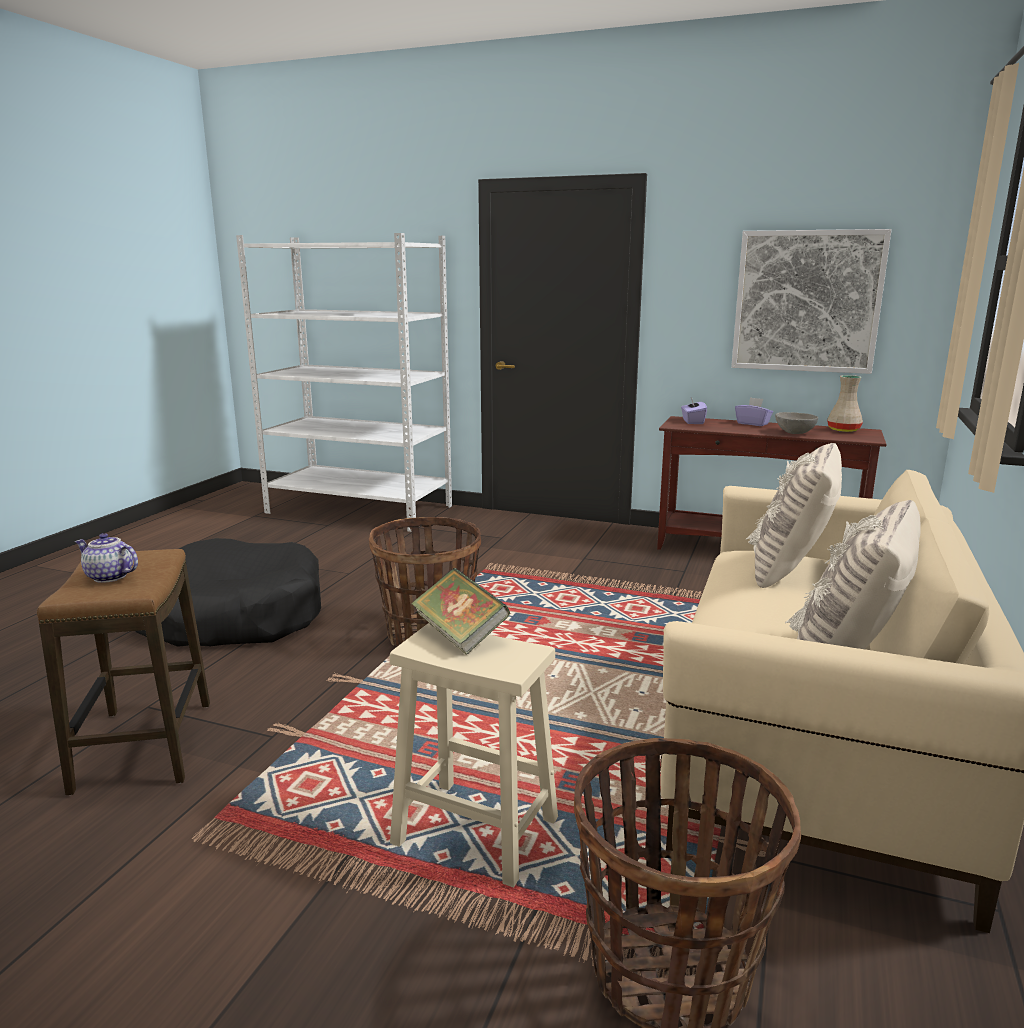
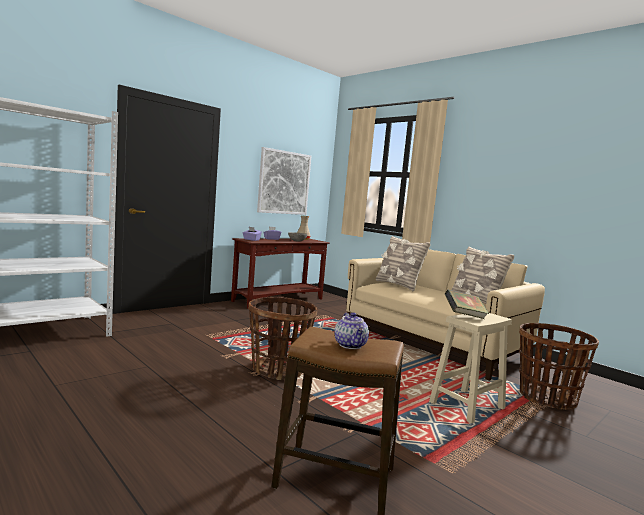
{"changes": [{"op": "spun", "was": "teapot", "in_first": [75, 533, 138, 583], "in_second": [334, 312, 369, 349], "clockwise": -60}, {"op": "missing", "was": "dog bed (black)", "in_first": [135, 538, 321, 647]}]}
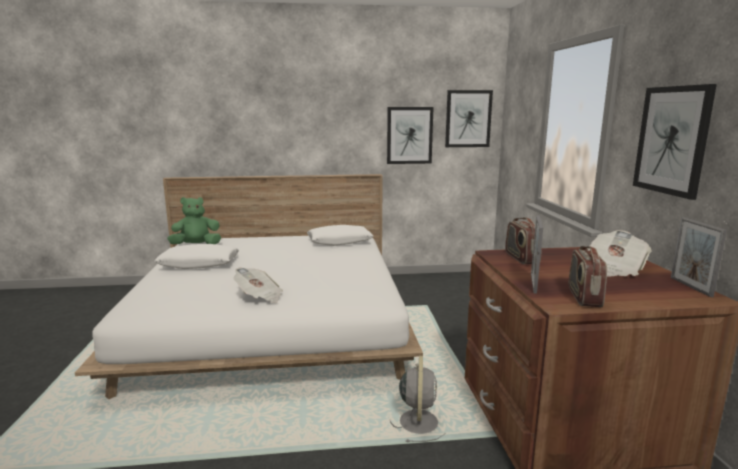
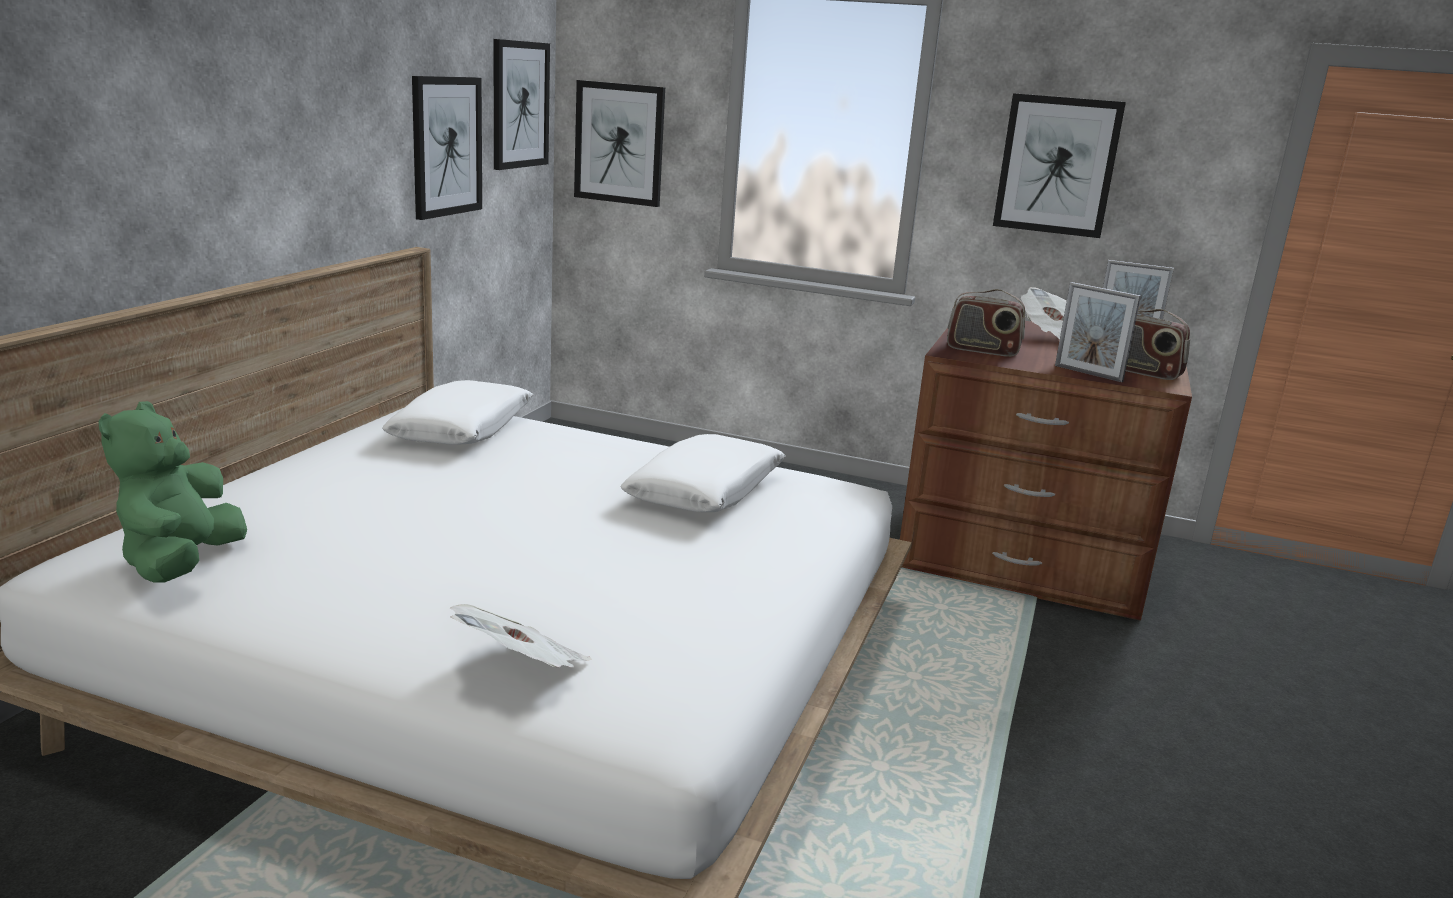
{"changes": [{"op": "relocated", "was": "newspaper", "in_first": [233, 267, 283, 303], "in_second": [450, 604, 591, 668]}, {"op": "appeared", "now": "wall picture", "in_second": [574, 80, 665, 207]}, {"op": "relocated", "was": "pillow (whitish)", "in_first": [154, 244, 239, 269], "in_second": [620, 434, 786, 512]}, {"op": "missing", "was": "cooling fan (grey)", "in_first": [390, 356, 444, 442]}]}
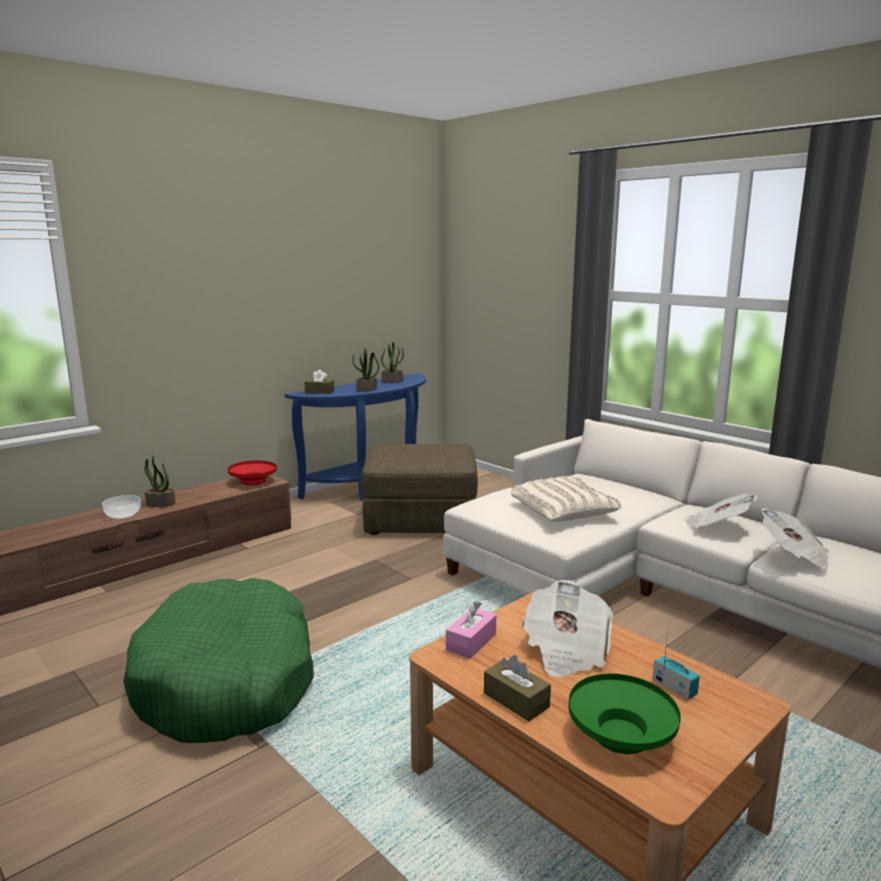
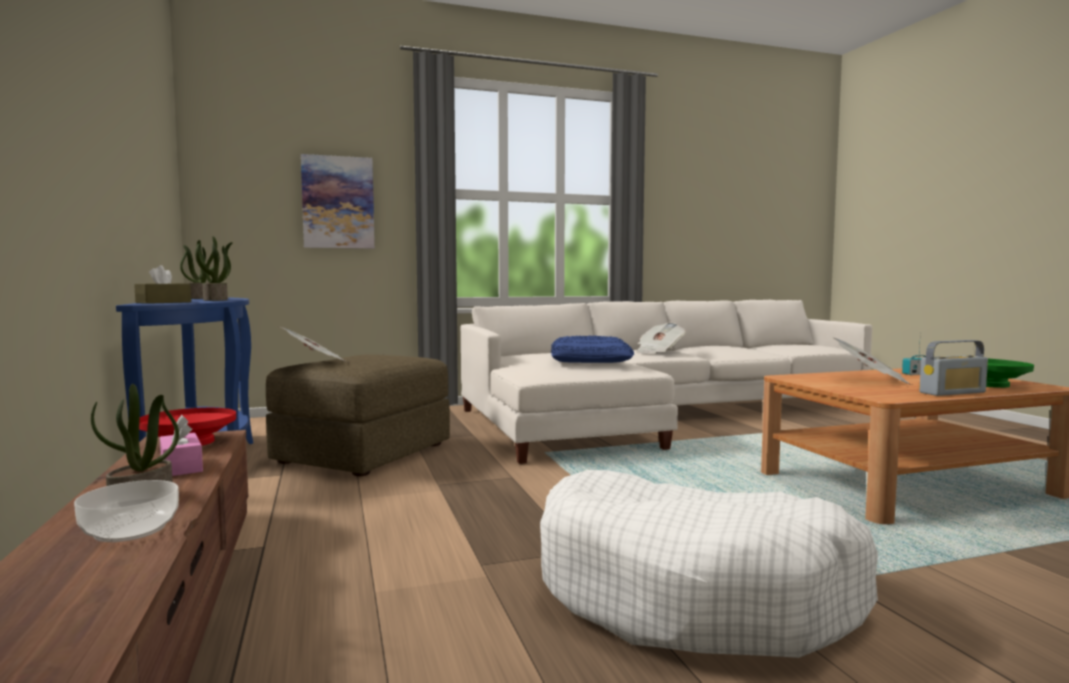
{"changes": [{"op": "relocated", "was": "box of tissues (pink)", "in_first": [446, 601, 496, 659], "in_second": [160, 415, 203, 476]}, {"op": "relocated", "was": "newspaper", "in_first": [762, 508, 829, 570], "in_second": [281, 327, 351, 363]}, {"op": "appeared", "now": "wall picture", "in_second": [301, 154, 375, 249]}, {"op": "colour", "was": "dog bed (green)", "now": "dog bed (whitish)", "in_first": [123, 578, 314, 743], "in_second": [540, 470, 878, 658]}, {"op": "colour", "was": "pillow (beige-coloured)", "now": "pillow (blue)", "in_first": [511, 476, 622, 522], "in_second": [551, 335, 634, 363]}, {"op": "exchanged", "was": "box of tissues (brown)", "now": "radio", "in_first": [484, 655, 551, 721], "in_second": [919, 340, 988, 396]}]}
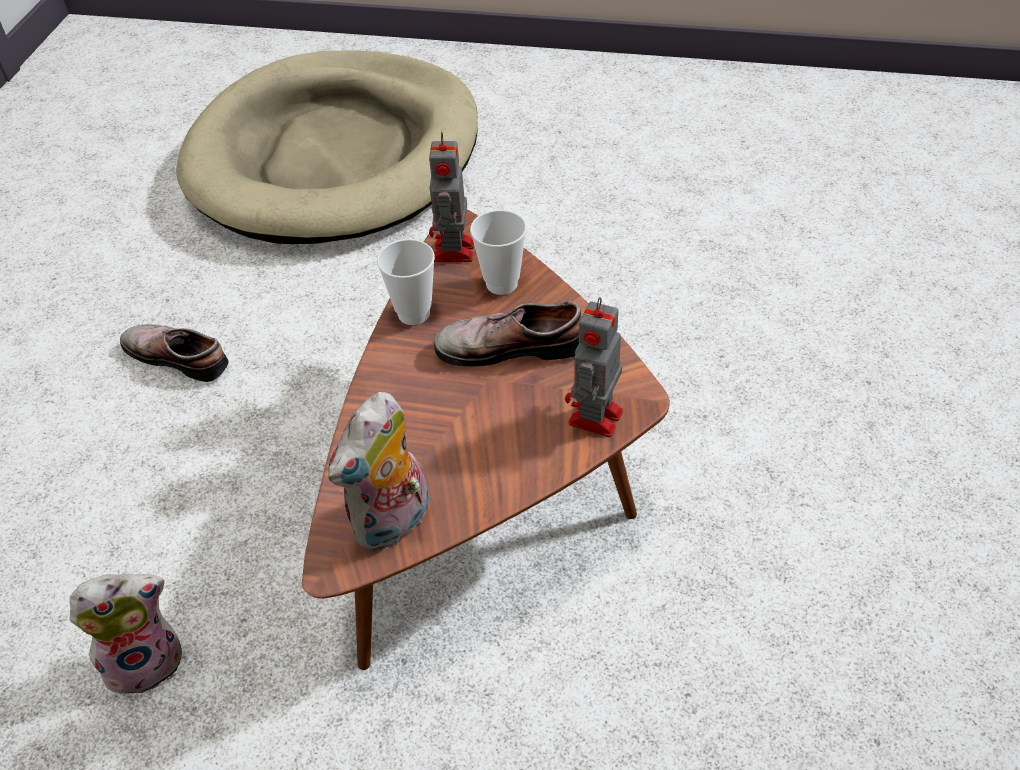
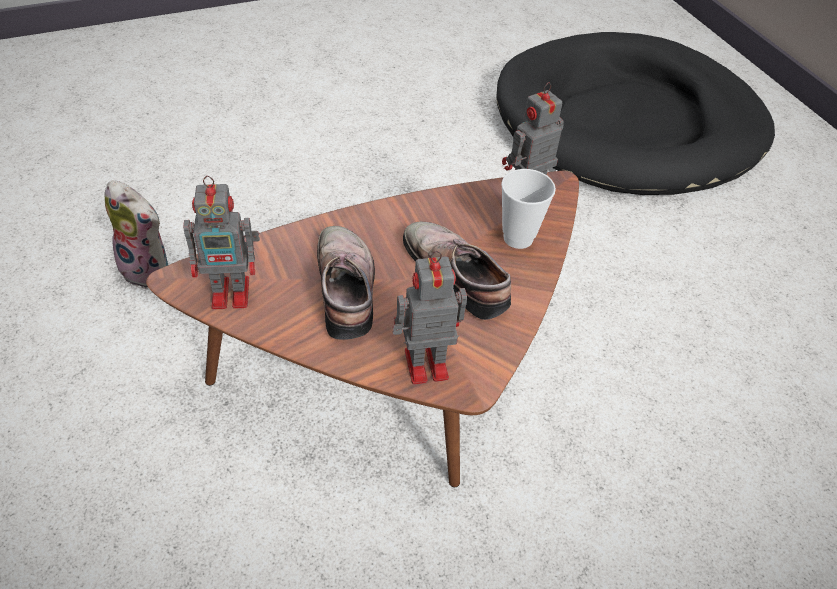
{"changes": [{"op": "exchanged", "was": "soft toy", "now": "model robot", "in_first": [328, 392, 429, 551], "in_second": [183, 176, 260, 310]}, {"op": "relocated", "was": "shoe", "in_first": [120, 324, 229, 382], "in_second": [317, 226, 375, 340]}, {"op": "colour", "was": "dog bed (beige-coloured)", "now": "dog bed (black)", "in_first": [176, 50, 478, 244], "in_second": [496, 32, 775, 195]}, {"op": "missing", "was": "drinking cup", "in_first": [377, 239, 435, 325]}]}
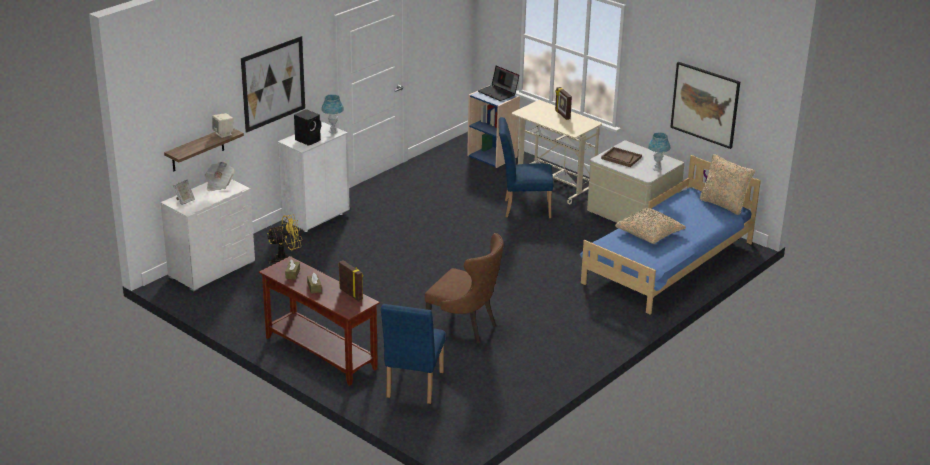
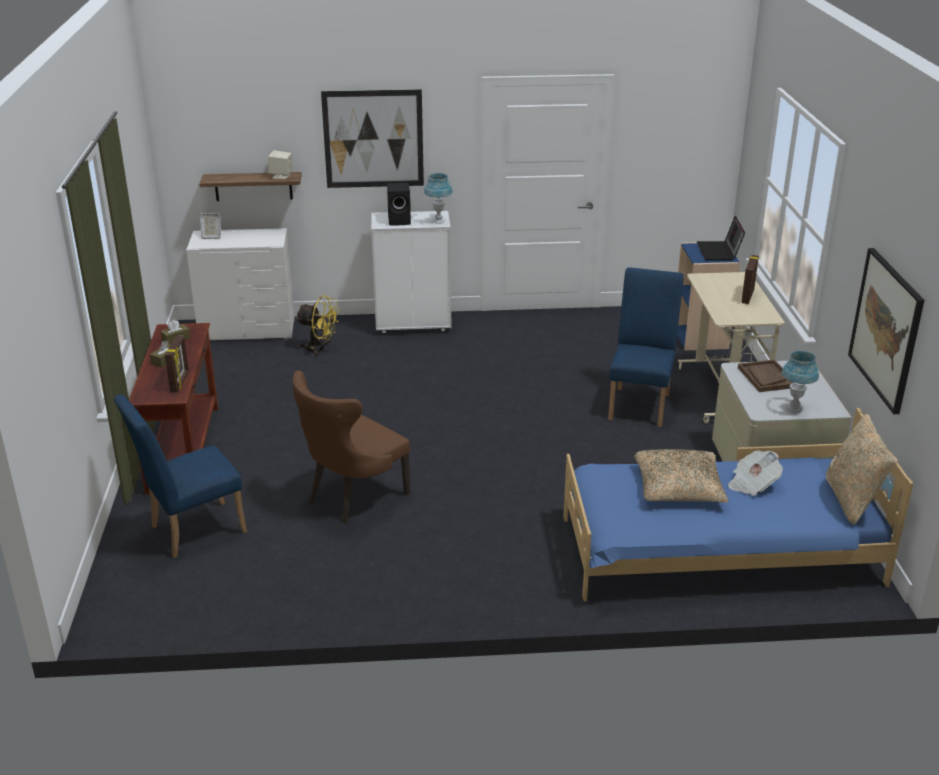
{"changes": [{"op": "spun", "was": "plain chair (brown)", "in_first": [425, 233, 504, 344], "in_second": [292, 370, 410, 524], "clockwise": 60}, {"op": "spun", "was": "plain chair (blue)", "in_first": [499, 117, 553, 218], "in_second": [608, 267, 684, 427], "clockwise": 60}, {"op": "relocated", "was": "newspaper", "in_first": [205, 161, 235, 191], "in_second": [728, 450, 783, 496]}]}
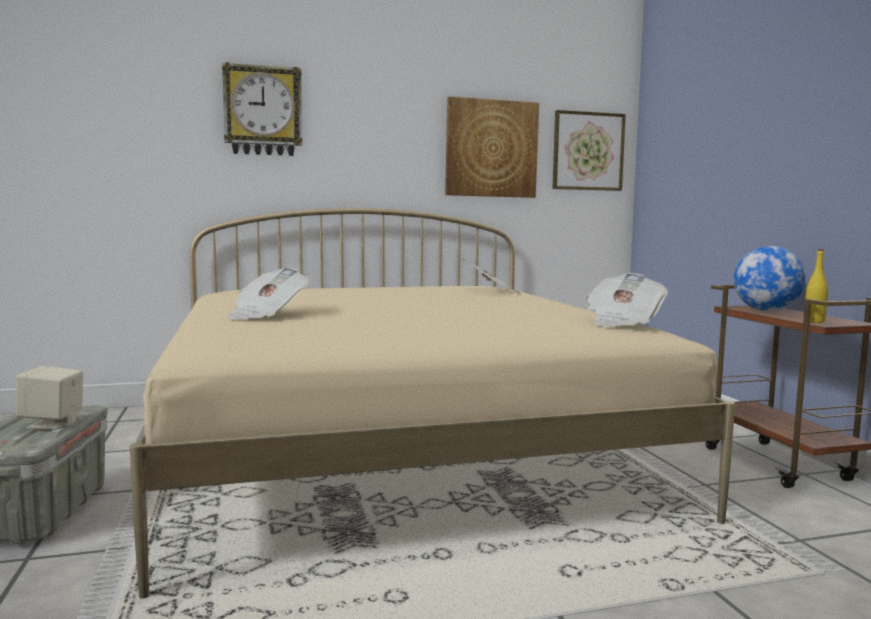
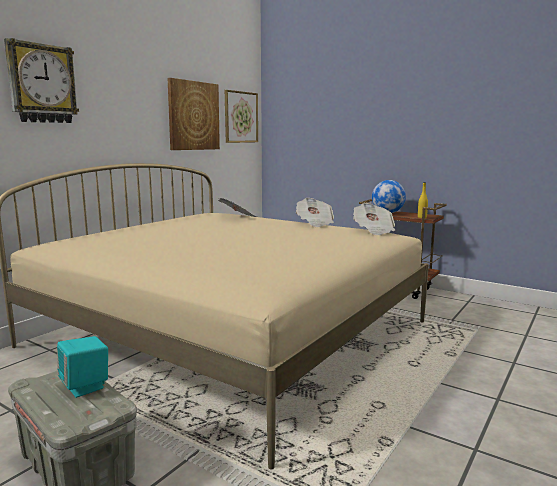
{"changes": [{"op": "colour", "was": "speaker (beige-coloured)", "now": "speaker (turquoise)", "in_first": [16, 366, 83, 429], "in_second": [57, 336, 108, 398]}, {"op": "relocated", "was": "newspaper", "in_first": [228, 268, 309, 320], "in_second": [296, 198, 334, 227]}]}
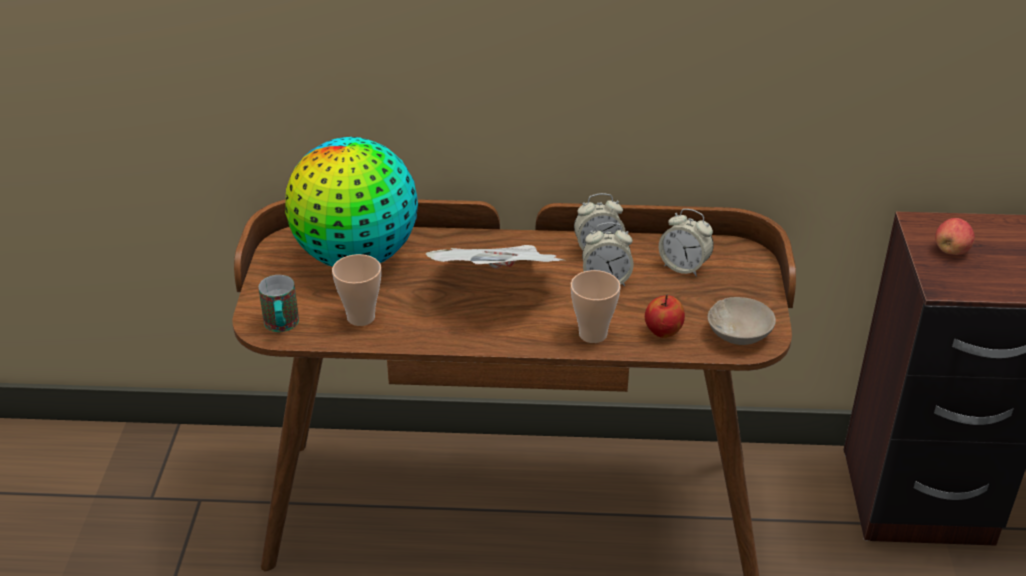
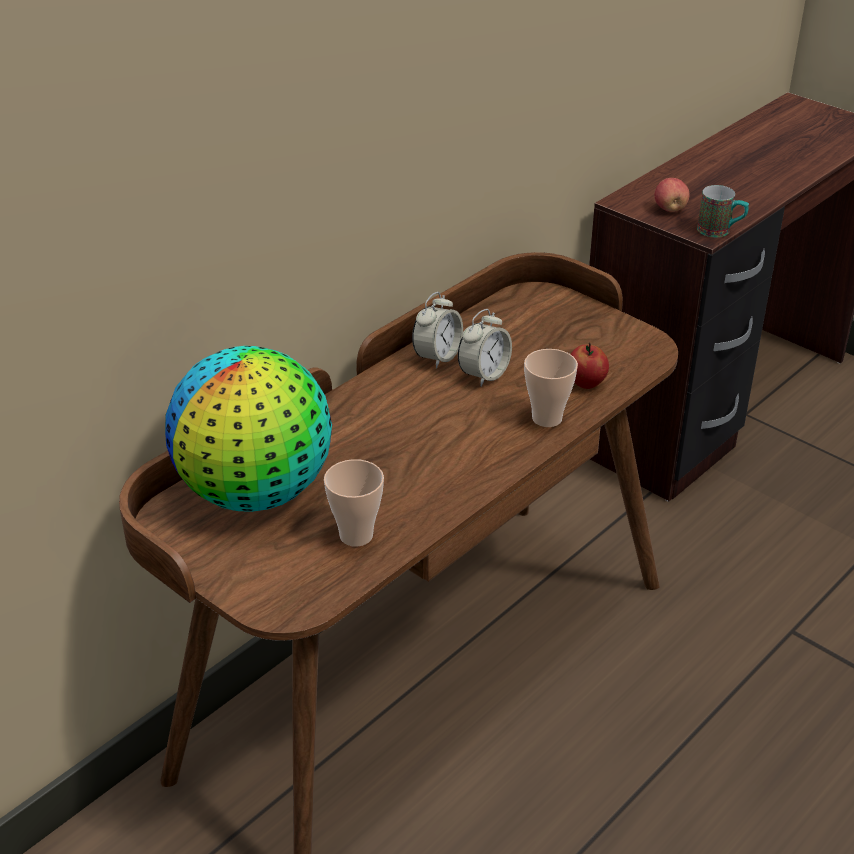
{"changes": [{"op": "relocated", "was": "tea mug", "in_first": [259, 275, 299, 332], "in_second": [697, 185, 749, 237]}, {"op": "missing", "was": "newspaper", "in_first": [426, 245, 563, 269]}, {"op": "missing", "was": "bedside clock", "in_first": [659, 209, 714, 277]}, {"op": "missing", "was": "deep dish (beige-coloured)", "in_first": [708, 297, 776, 345]}]}
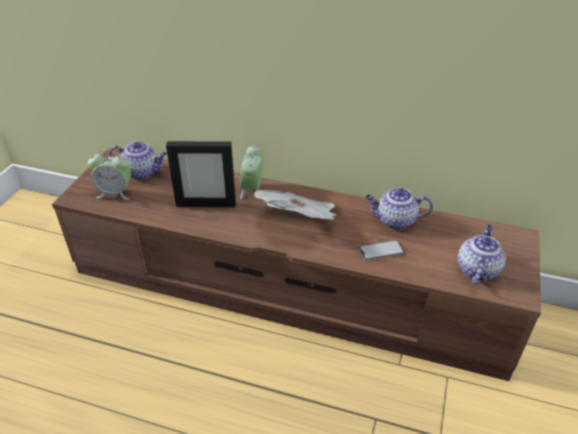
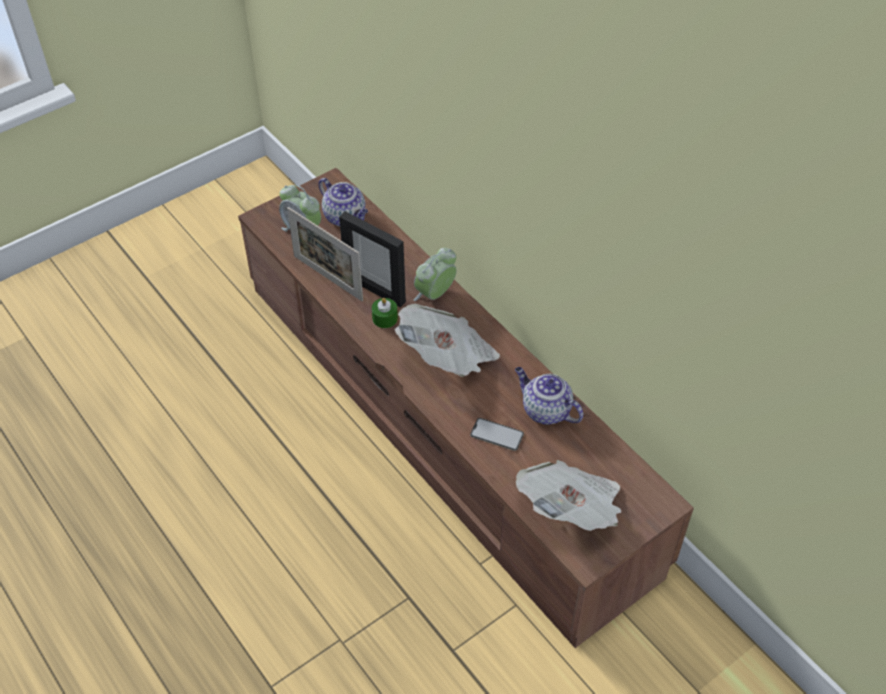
{"changes": [{"op": "appeared", "now": "picture frame", "in_second": [287, 207, 363, 301]}, {"op": "appeared", "now": "wax light (green)", "in_second": [372, 298, 398, 328]}, {"op": "exchanged", "was": "teapot", "now": "newspaper", "in_first": [458, 225, 506, 285], "in_second": [516, 460, 622, 531]}]}
